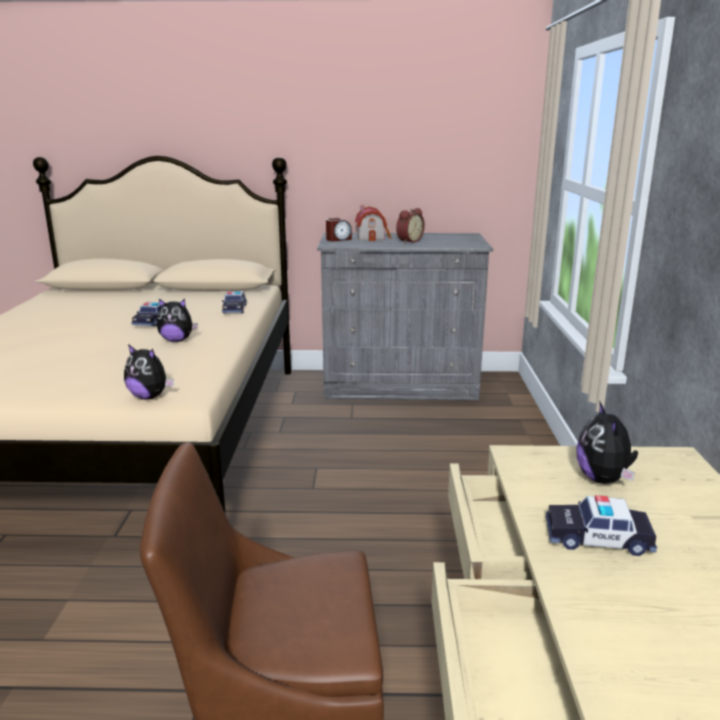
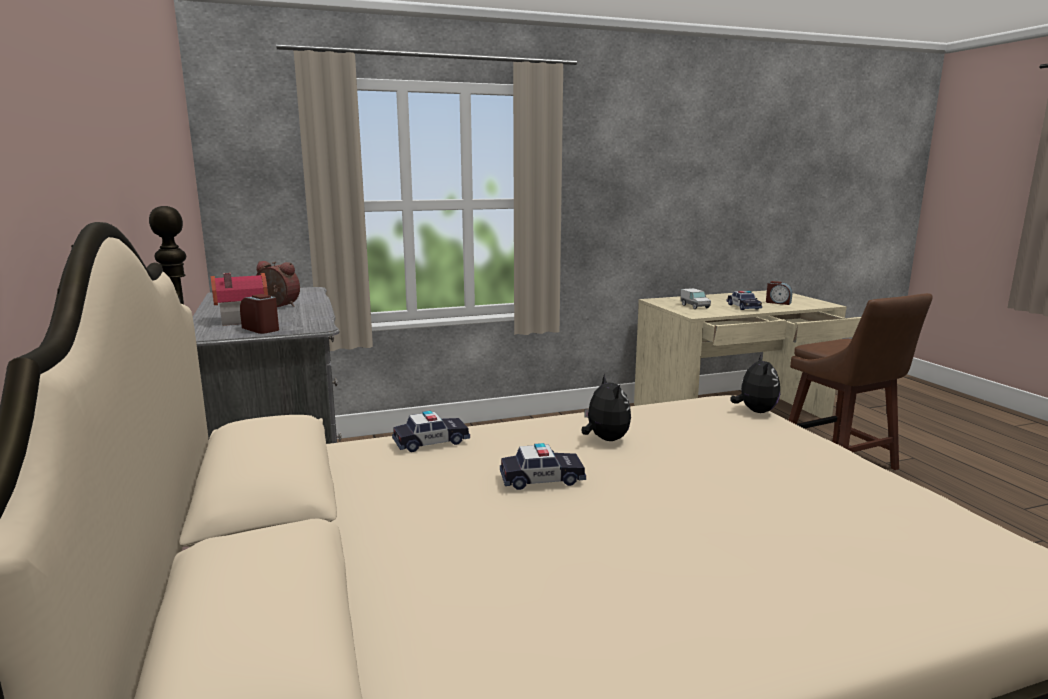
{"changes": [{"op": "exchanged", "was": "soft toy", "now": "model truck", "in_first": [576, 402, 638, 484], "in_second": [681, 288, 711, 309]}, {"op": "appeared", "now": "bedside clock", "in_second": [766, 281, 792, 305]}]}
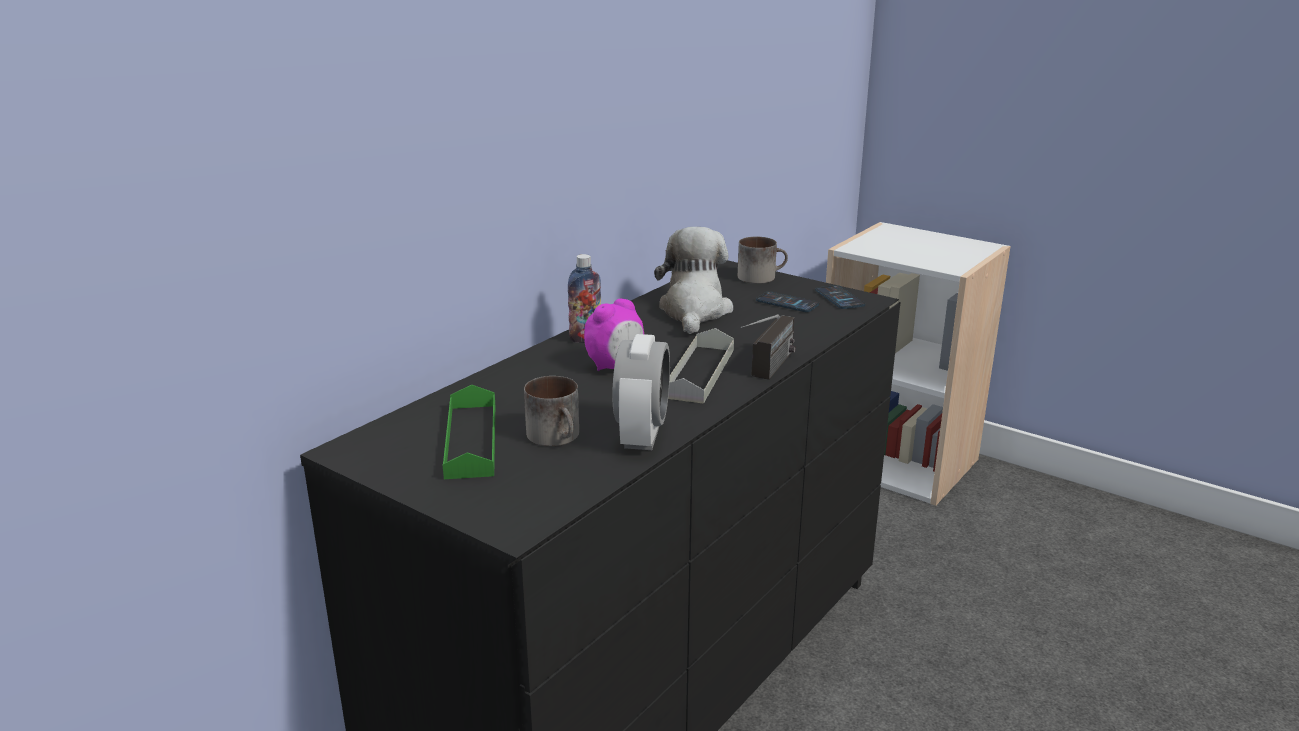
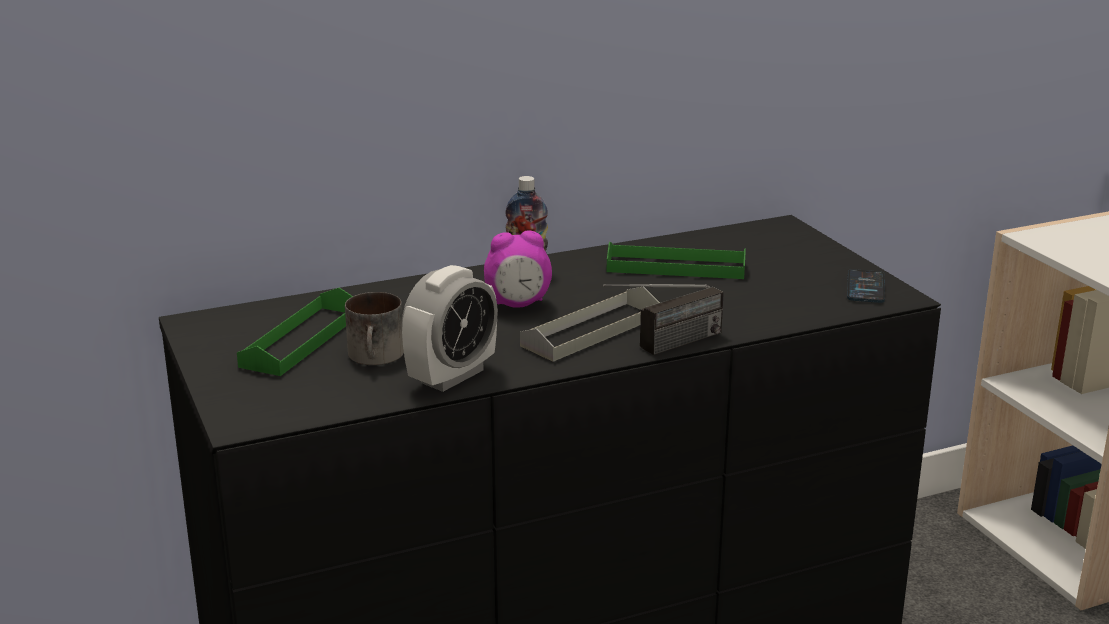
{"changes": [{"op": "exchanged", "was": "soft toy", "now": "serving tray (green)", "in_first": [654, 227, 733, 334], "in_second": [607, 242, 746, 279]}, {"op": "missing", "was": "tea mug", "in_first": [738, 237, 788, 284]}, {"op": "missing", "was": "handset", "in_first": [756, 291, 819, 312]}]}
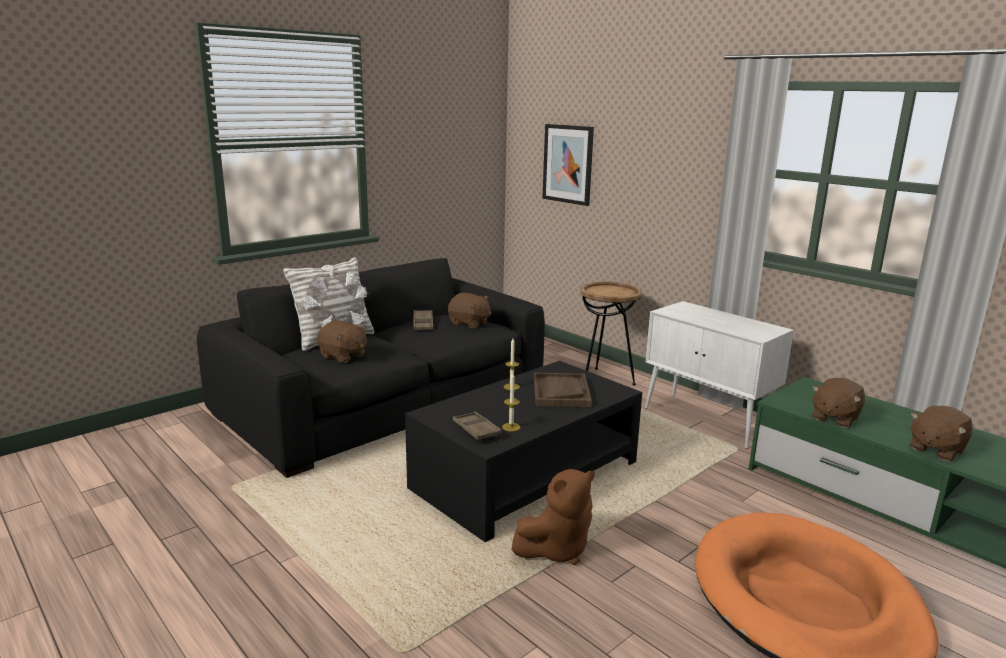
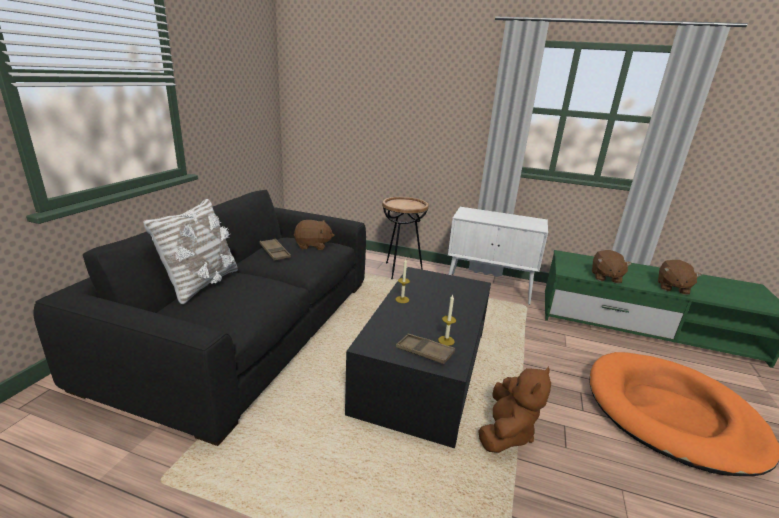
{"changes": [{"op": "missing", "was": "soft toy (brown)", "in_first": [317, 321, 367, 363]}, {"op": "missing", "was": "serving tray (brown)", "in_first": [534, 373, 592, 407]}, {"op": "missing", "was": "wall picture", "in_first": [542, 124, 594, 206]}]}
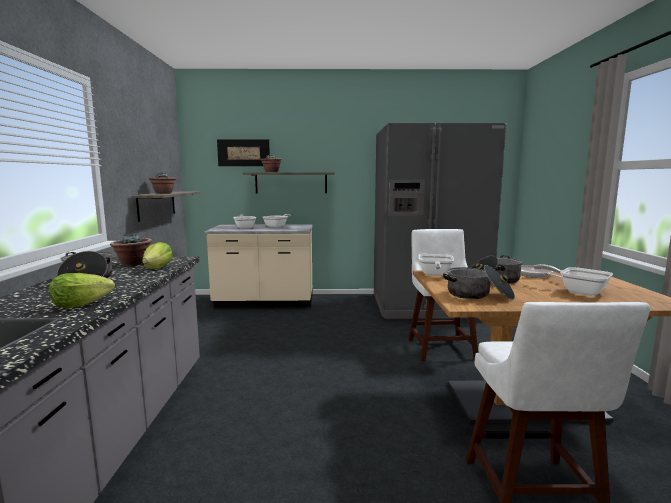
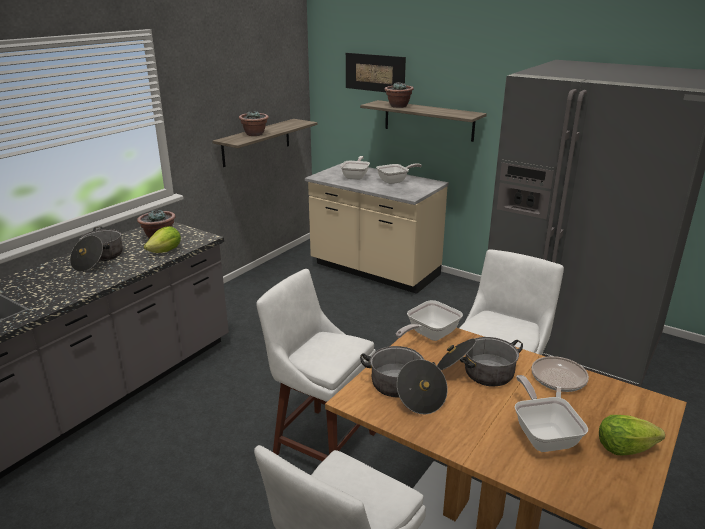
{"changes": [{"op": "appeared", "now": "plain chair (whitish)", "in_second": [256, 269, 376, 461]}, {"op": "relocated", "was": "lettuce", "in_first": [49, 273, 115, 308], "in_second": [599, 415, 665, 455]}]}
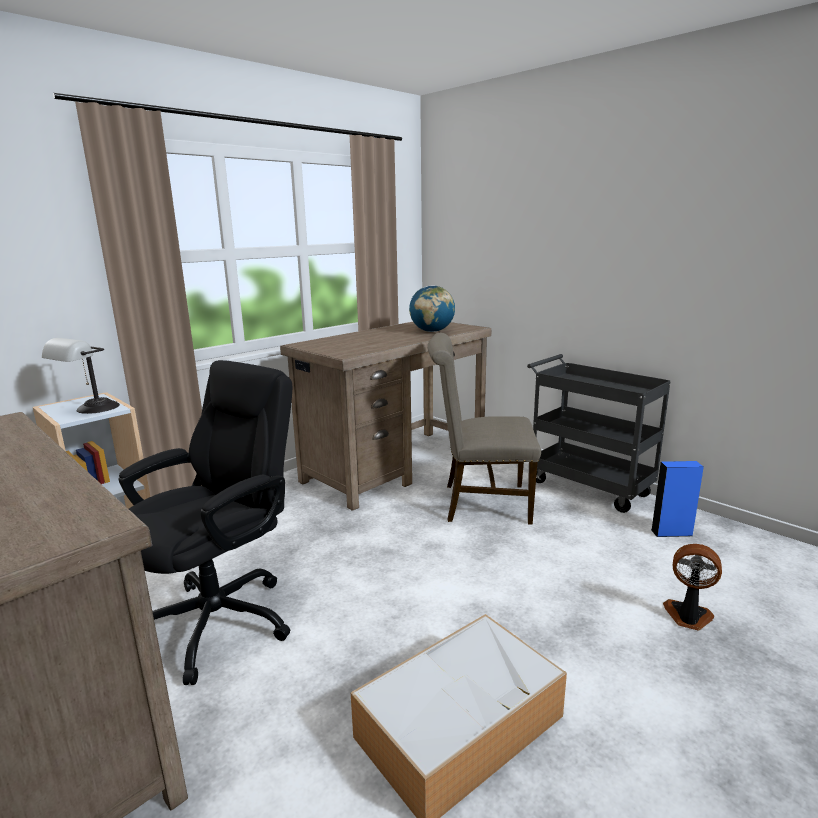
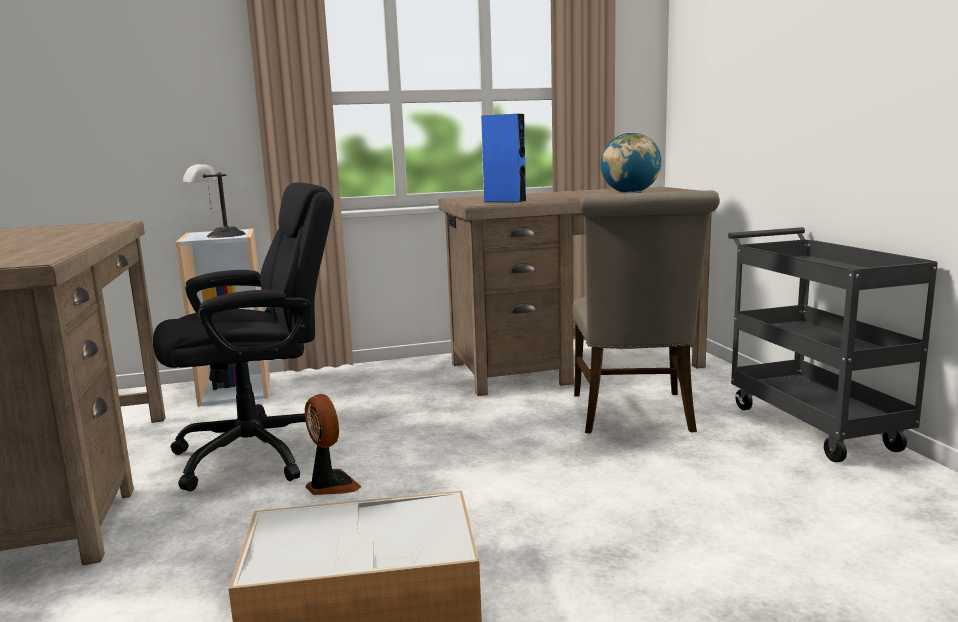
{"changes": [{"op": "relocated", "was": "cooling fan", "in_first": [663, 544, 722, 630], "in_second": [305, 394, 361, 495]}, {"op": "relocated", "was": "speaker (blue)", "in_first": [651, 461, 704, 537], "in_second": [481, 114, 526, 202]}, {"op": "spun", "was": "plain chair (beige-coloured)", "in_first": [427, 333, 541, 525], "in_second": [572, 190, 720, 434], "clockwise": -120}]}
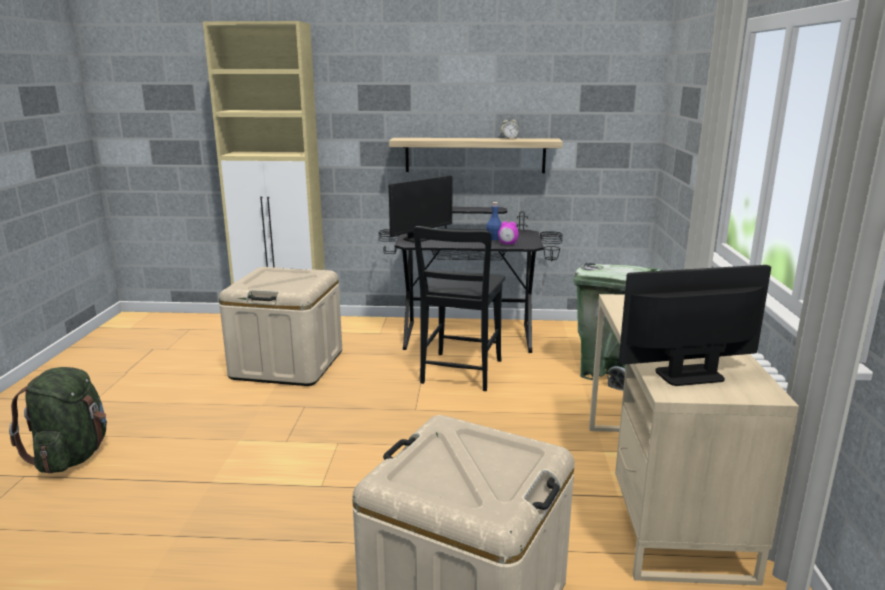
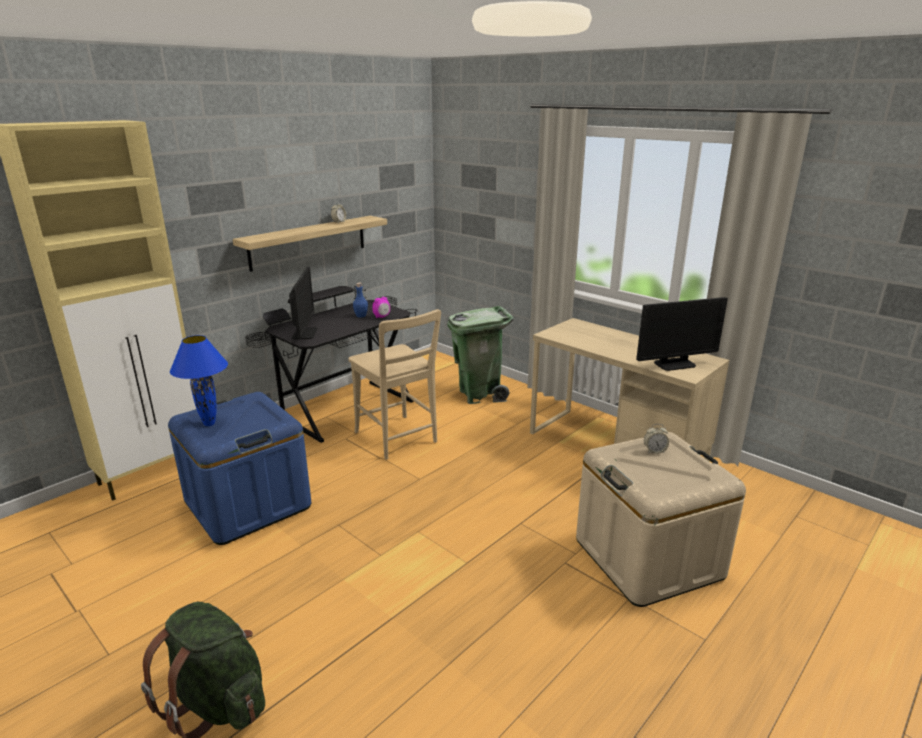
{"changes": [{"op": "colour", "was": "storage box (beige-coloured)", "now": "storage box (blue)", "in_first": [219, 267, 342, 386], "in_second": [168, 392, 311, 545]}, {"op": "appeared", "now": "tabletop lamp (blue)", "in_second": [170, 335, 228, 426]}, {"op": "colour", "was": "plain chair (black)", "now": "plain chair (beige-coloured)", "in_first": [413, 226, 505, 391], "in_second": [348, 309, 441, 460]}, {"op": "spun", "was": "computer screen", "in_first": [619, 265, 771, 386], "in_second": [636, 297, 728, 371], "clockwise": -135}, {"op": "appeared", "now": "bedside clock", "in_second": [644, 424, 669, 454]}]}
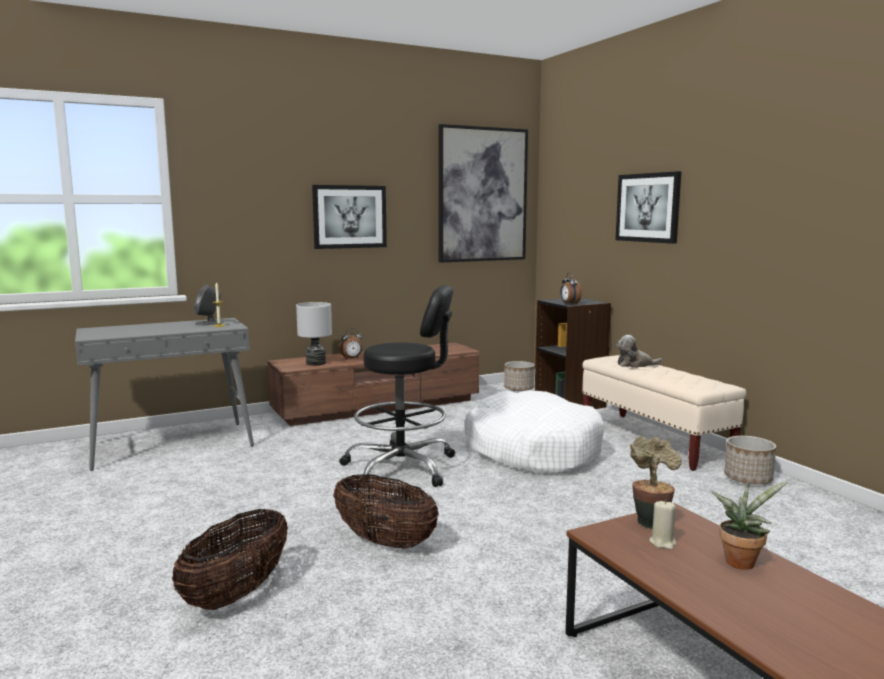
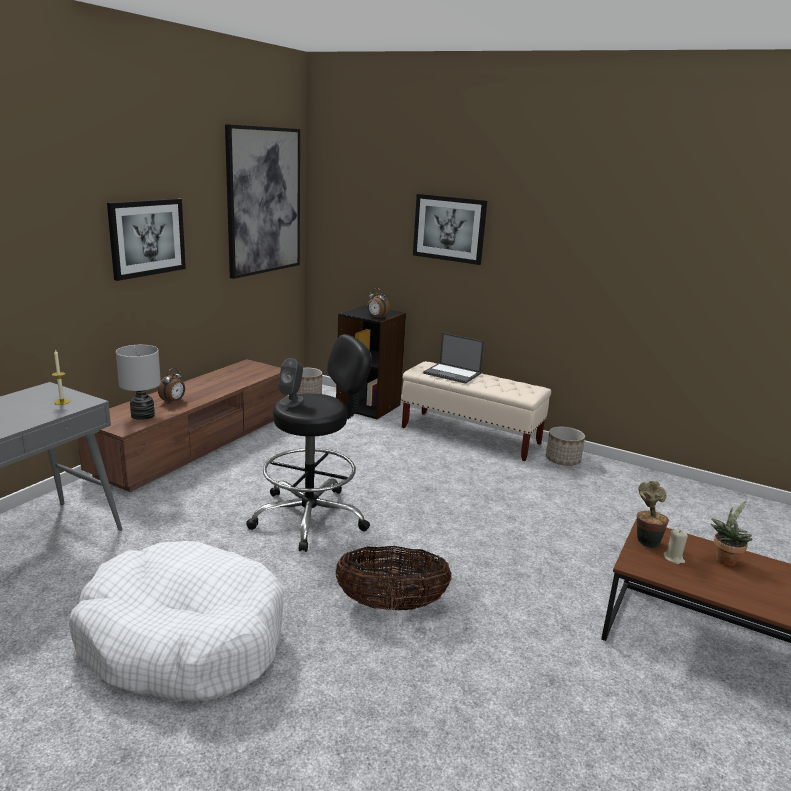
{"changes": [{"op": "relocated", "was": "dog bed (whitish)", "in_first": [465, 390, 604, 475], "in_second": [69, 541, 284, 701]}, {"op": "relocated", "was": "speaker (grey)", "in_first": [194, 285, 222, 325], "in_second": [278, 358, 304, 407]}, {"op": "exchanged", "was": "soft toy", "now": "laptop", "in_first": [616, 335, 663, 368], "in_second": [423, 333, 484, 384]}, {"op": "missing", "was": "basket", "in_first": [172, 508, 288, 610]}]}
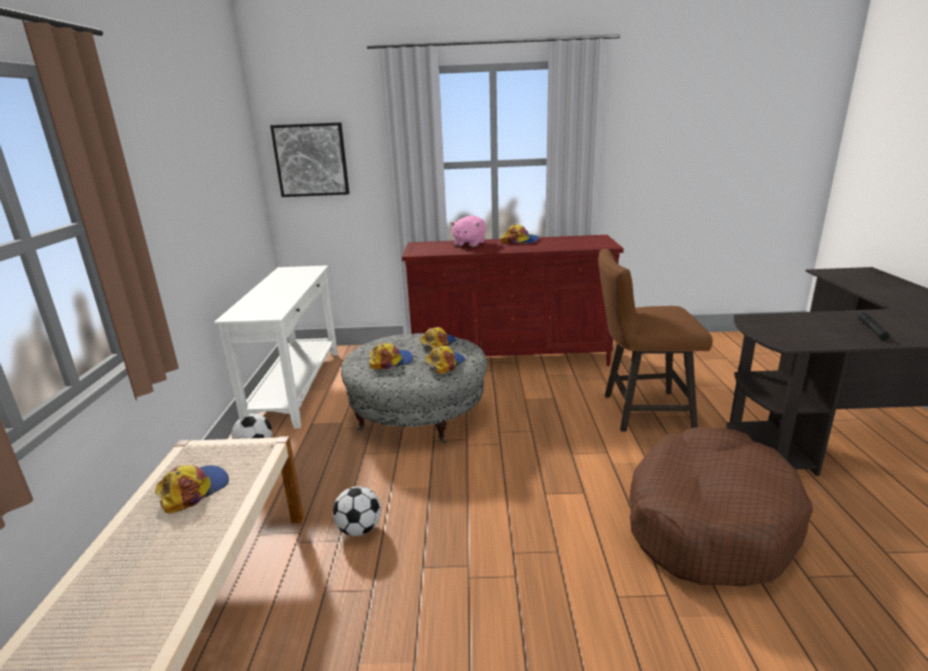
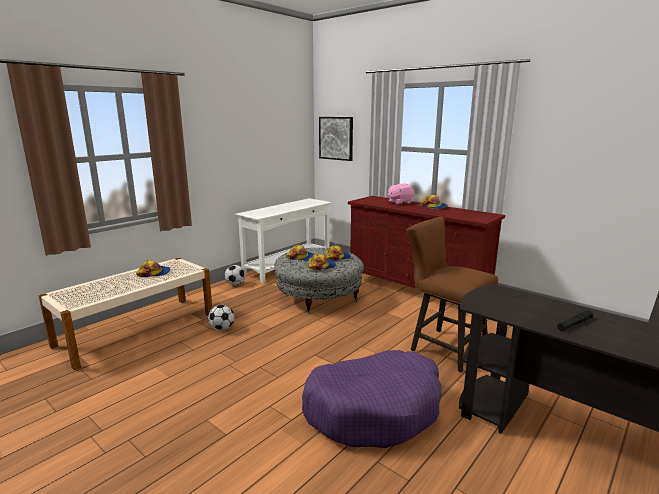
{"changes": [{"op": "colour", "was": "dog bed (brown)", "now": "dog bed (purple)", "in_first": [629, 427, 813, 587], "in_second": [302, 350, 441, 448]}]}
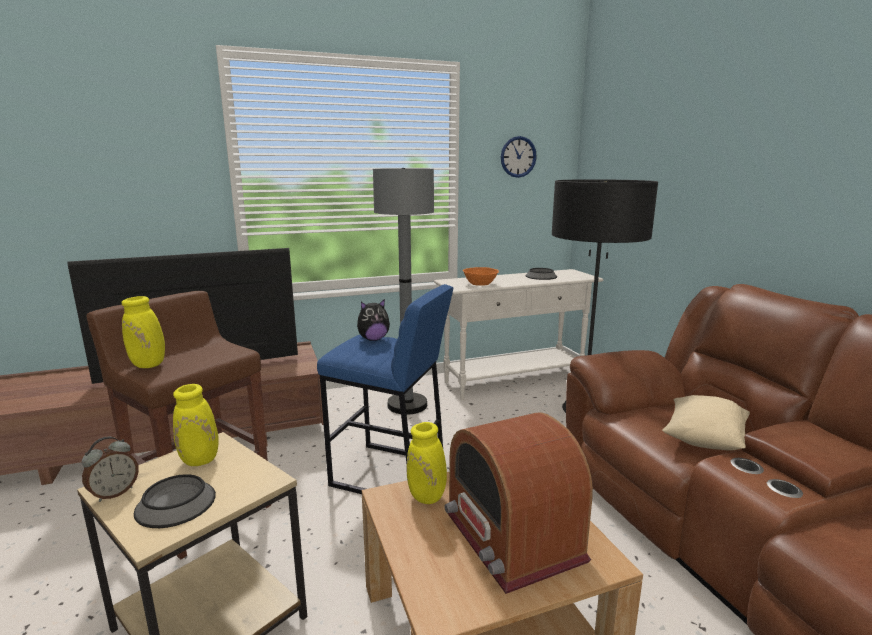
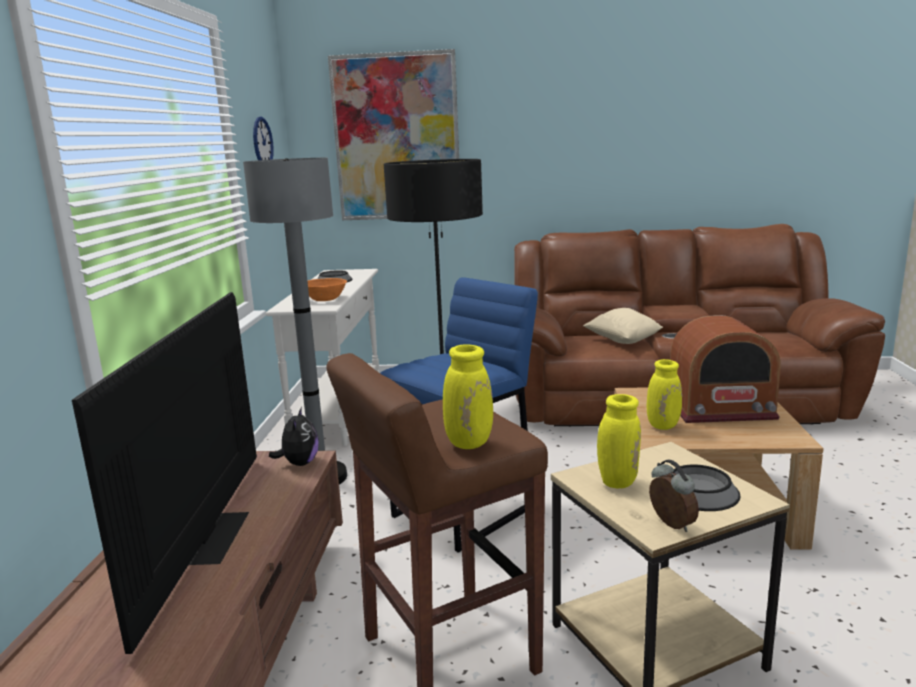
{"changes": [{"op": "relocated", "was": "soft toy", "in_first": [357, 299, 390, 341], "in_second": [269, 407, 319, 466]}, {"op": "appeared", "now": "wall picture", "in_second": [328, 49, 459, 220]}]}
